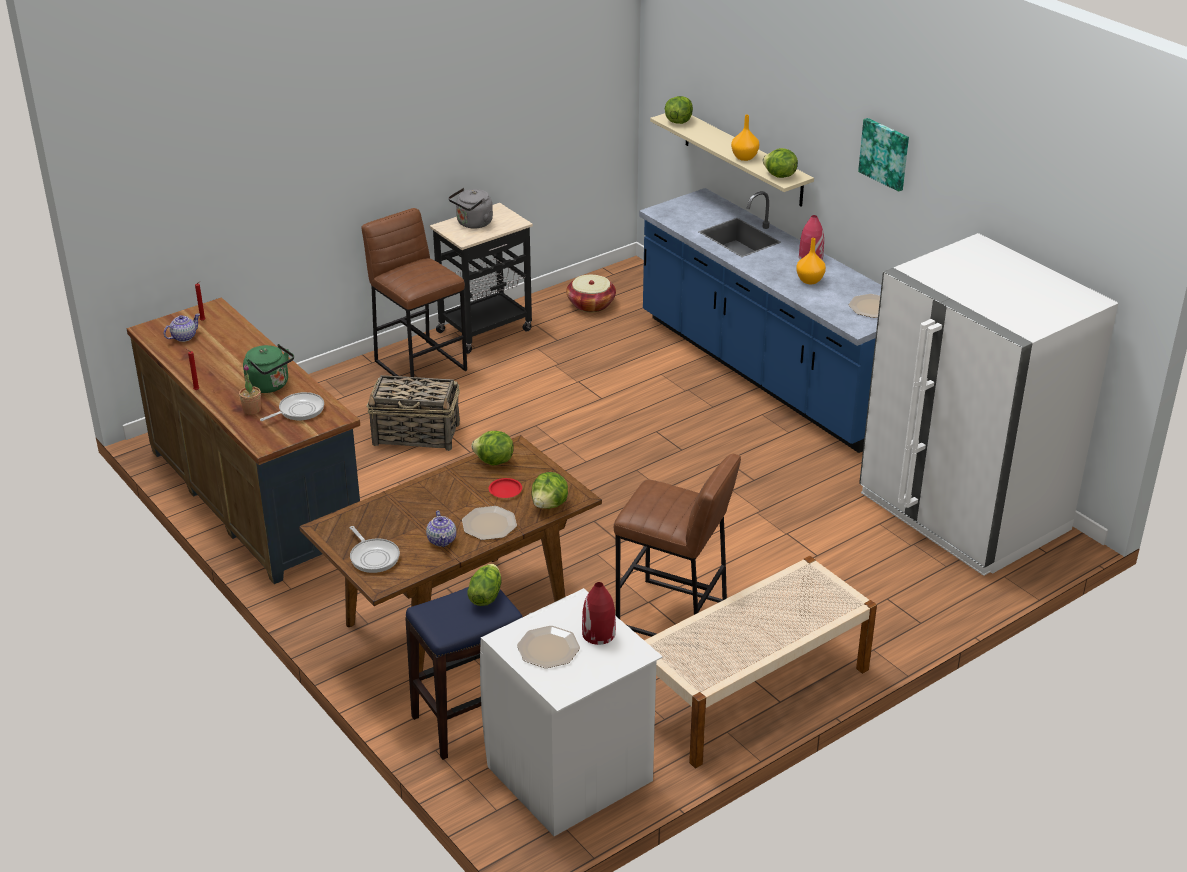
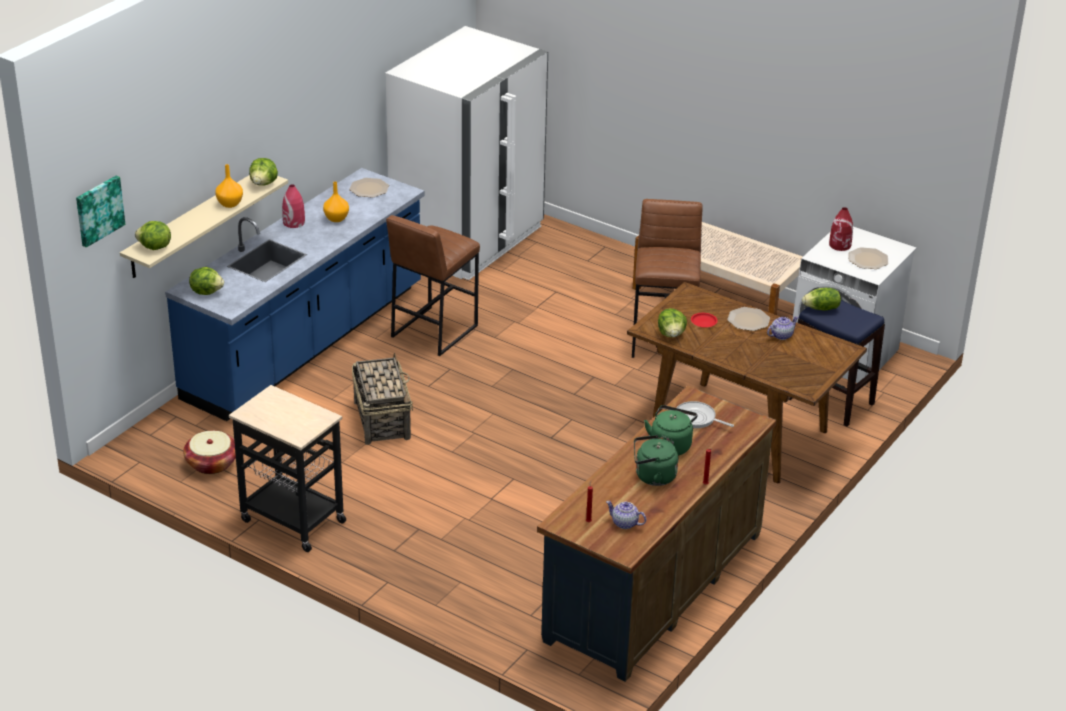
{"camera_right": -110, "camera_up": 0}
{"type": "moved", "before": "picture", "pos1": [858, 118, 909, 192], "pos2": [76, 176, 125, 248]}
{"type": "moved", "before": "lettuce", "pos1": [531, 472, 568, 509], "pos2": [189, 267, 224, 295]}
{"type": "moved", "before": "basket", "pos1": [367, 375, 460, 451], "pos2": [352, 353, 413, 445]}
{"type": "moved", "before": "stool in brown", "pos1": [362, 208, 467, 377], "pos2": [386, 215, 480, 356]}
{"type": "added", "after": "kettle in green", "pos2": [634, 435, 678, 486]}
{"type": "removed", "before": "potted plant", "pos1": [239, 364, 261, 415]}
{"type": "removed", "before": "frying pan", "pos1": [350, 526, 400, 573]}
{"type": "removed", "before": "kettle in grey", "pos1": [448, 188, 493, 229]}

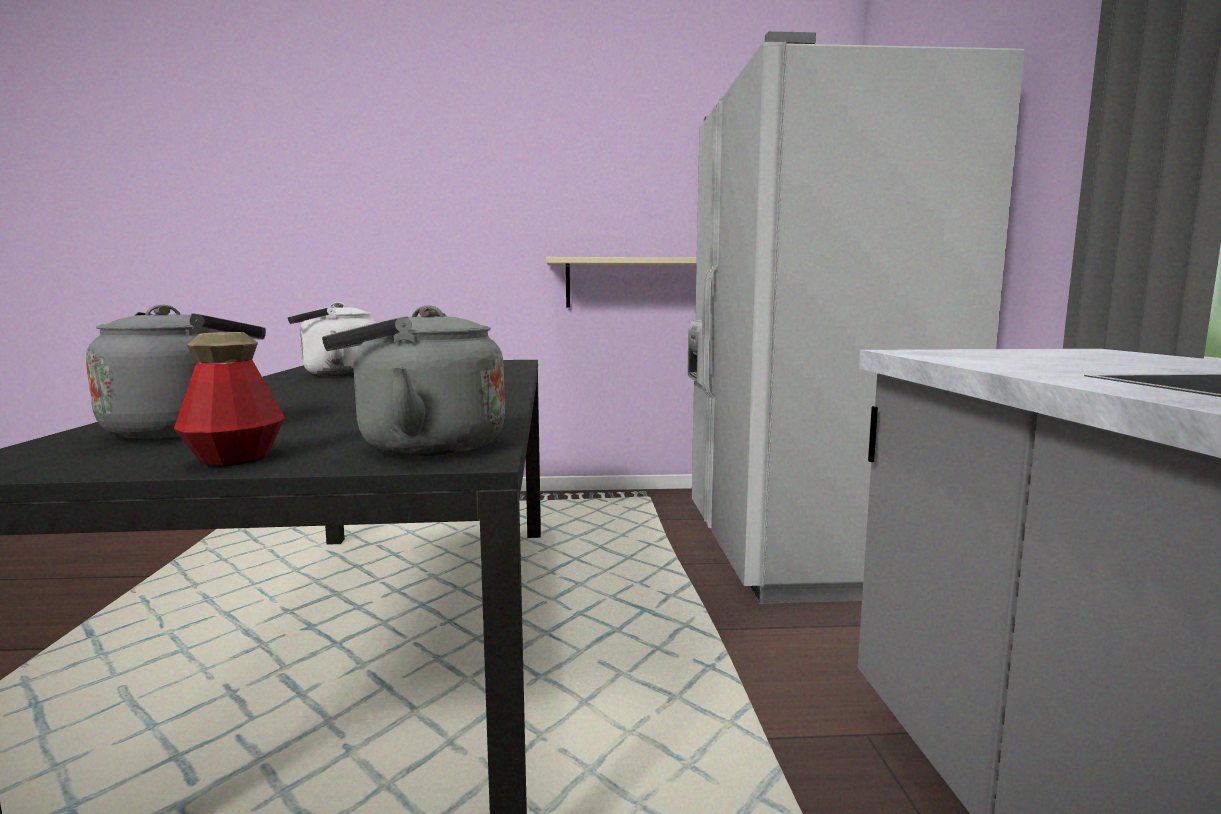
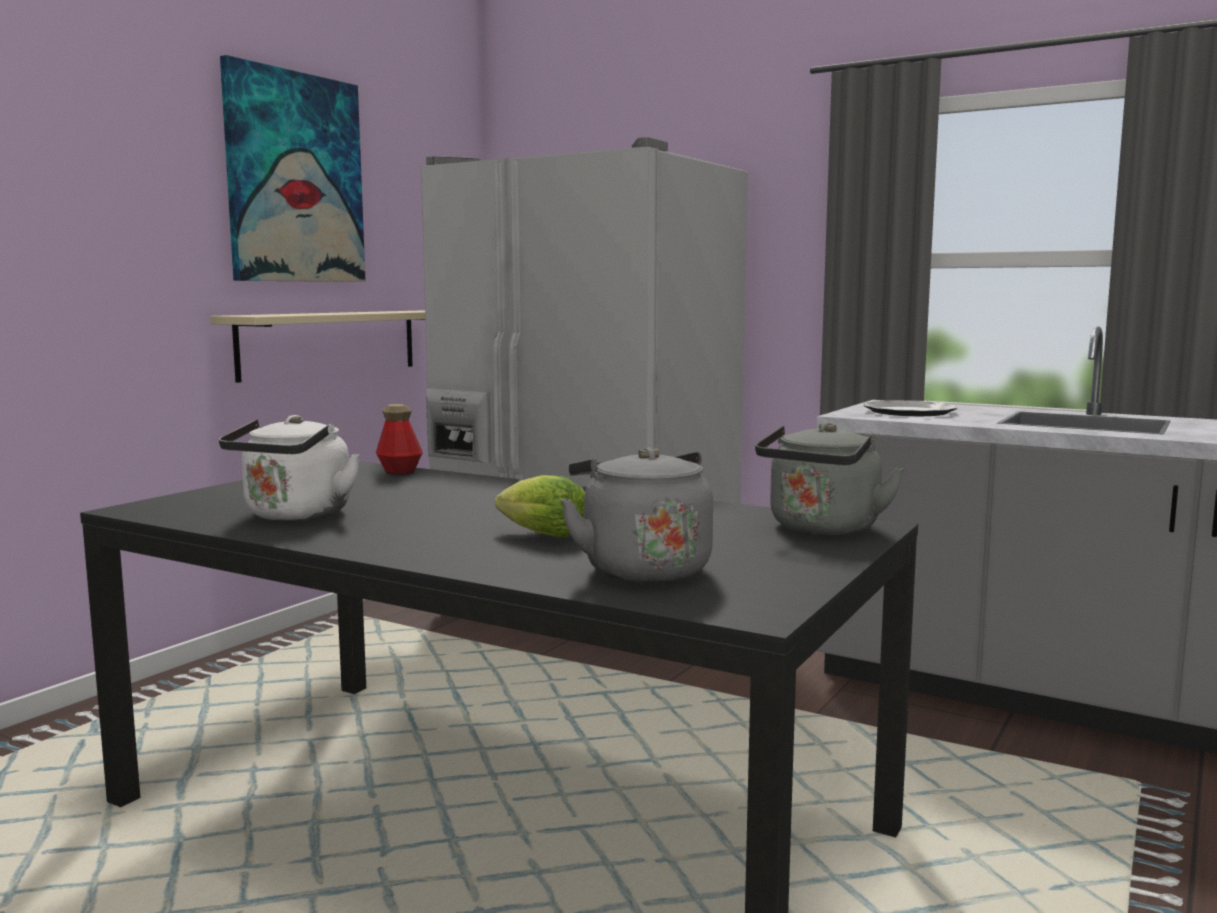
{"camera_right": -55, "camera_up": 0}
{"type": "added", "after": "picture", "pos2": [220, 55, 366, 282]}
{"type": "moved", "before": "bottle", "pos1": [174, 332, 285, 467], "pos2": [376, 404, 423, 475]}
{"type": "added", "after": "lettuce", "pos2": [495, 475, 585, 537]}
{"type": "added", "after": "plate", "pos2": [864, 400, 958, 416]}

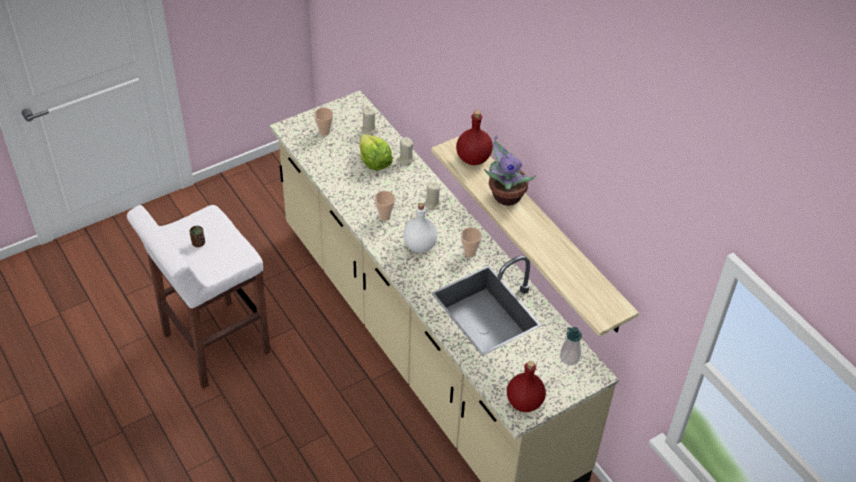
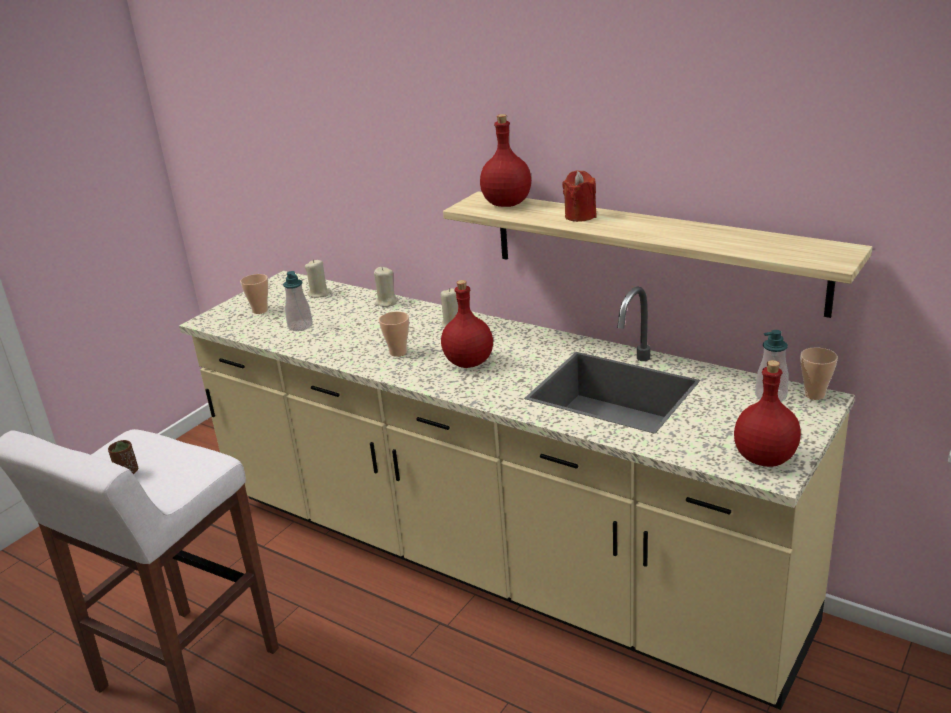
{"camera_right": -20, "camera_up": -20}
{"type": "added", "after": "soap dispenser", "pos2": [283, 271, 313, 331]}
{"type": "recoloured", "before": "bottle in white", "after": "bottle in red", "pos1": [403, 203, 437, 253], "pos2": [441, 280, 493, 368]}
{"type": "replaced", "before": "potted plant", "after": "candle in red", "pos1": [484, 136, 536, 206], "pos2": [562, 170, 597, 222]}
{"type": "moved", "before": "cup", "pos1": [461, 227, 482, 257], "pos2": [800, 347, 838, 400]}
{"type": "removed", "before": "lettuce", "pos1": [359, 134, 393, 170]}

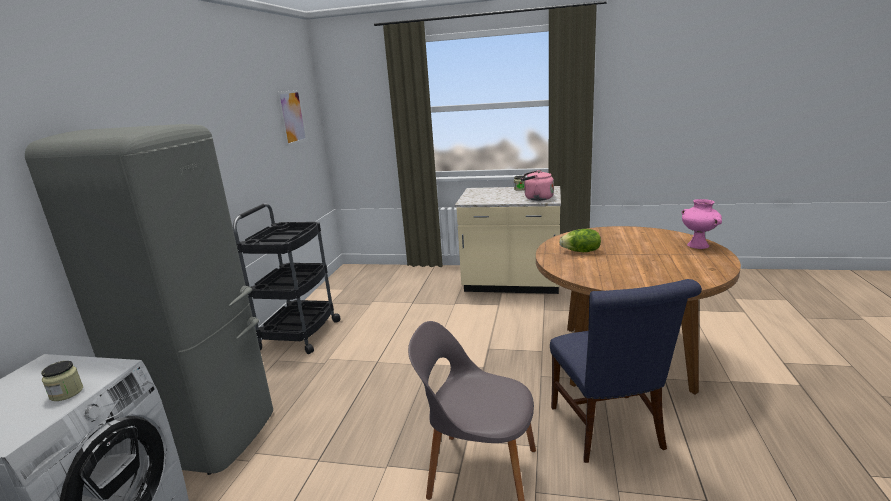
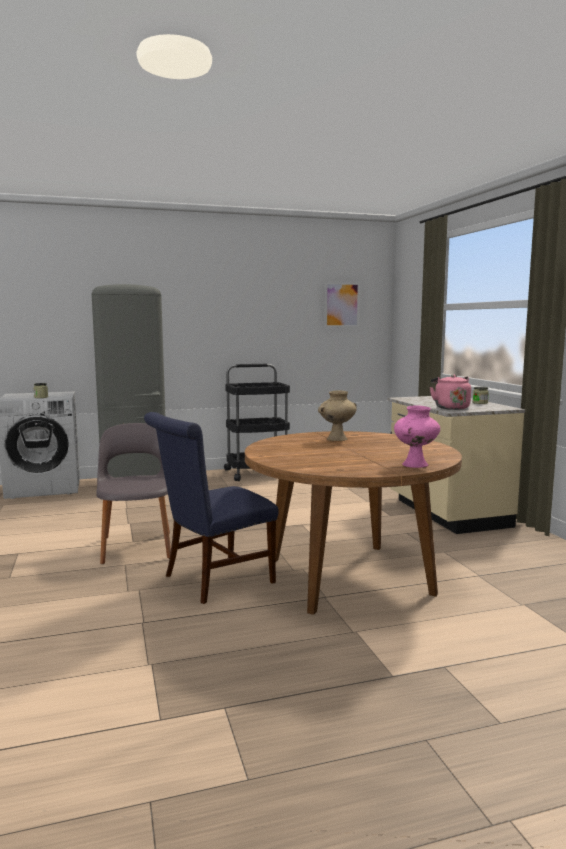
{"camera_right": 60, "camera_up": -10}
{"type": "replaced", "before": "lettuce", "after": "vase in beige", "pos1": [559, 229, 601, 252], "pos2": [318, 391, 357, 441]}

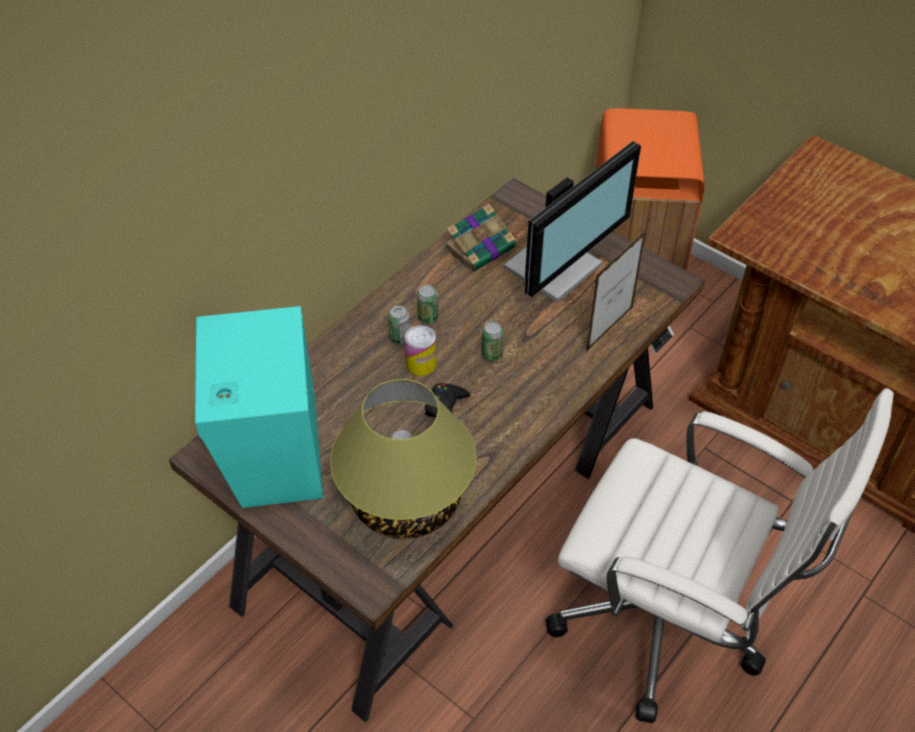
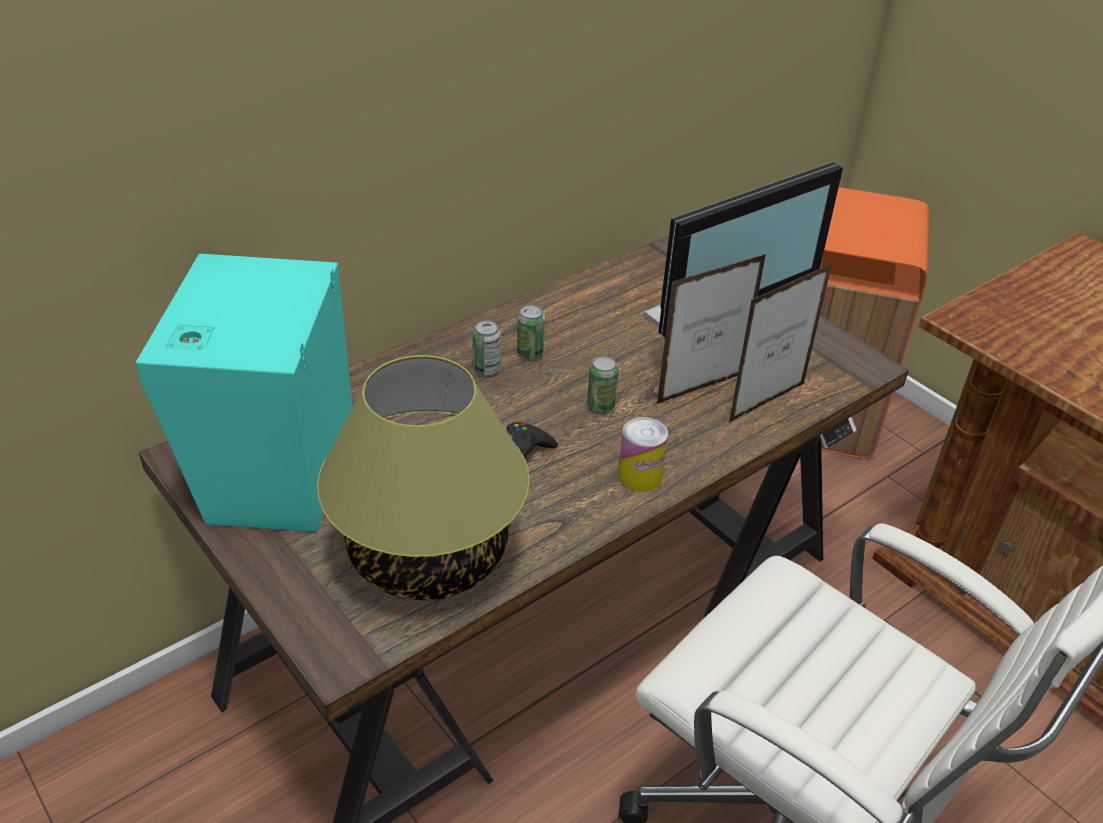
{"camera_right": 10, "camera_up": -10}
{"type": "moved", "before": "can", "pos1": [404, 325, 437, 376], "pos2": [618, 417, 668, 492]}
{"type": "added", "after": "picture frame", "pos2": [657, 254, 766, 404]}
{"type": "removed", "before": "book", "pos1": [444, 204, 518, 272]}

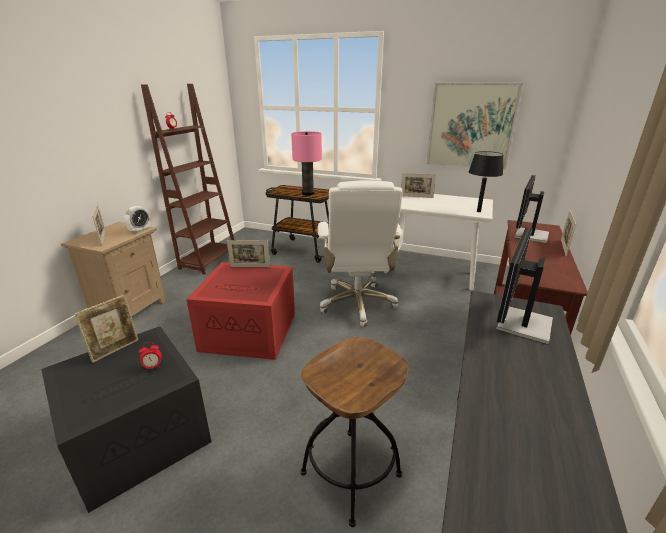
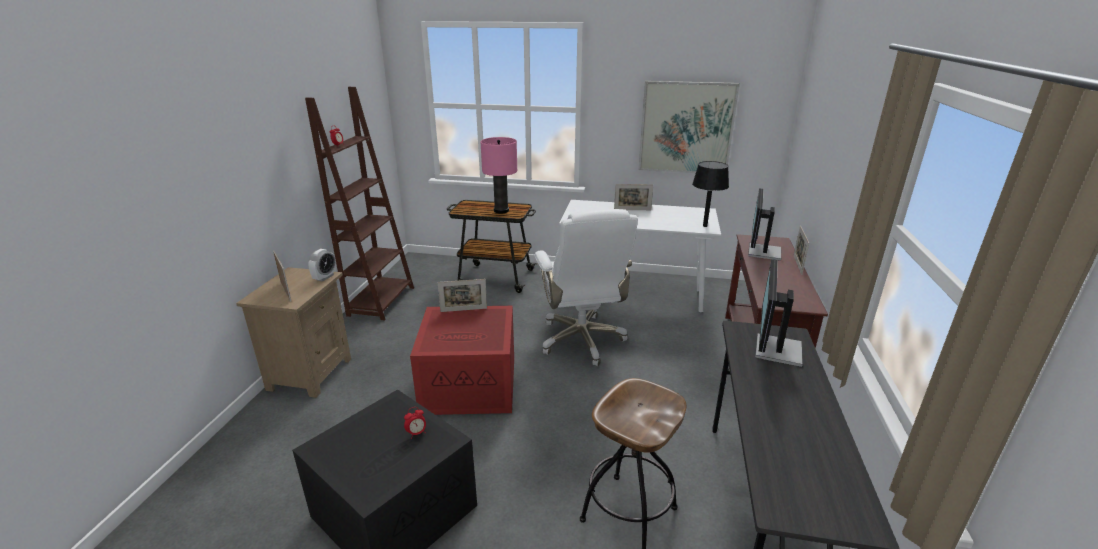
{"camera_right": -10, "camera_up": 0}
{"type": "removed", "before": "picture frame", "pos1": [75, 294, 138, 363]}

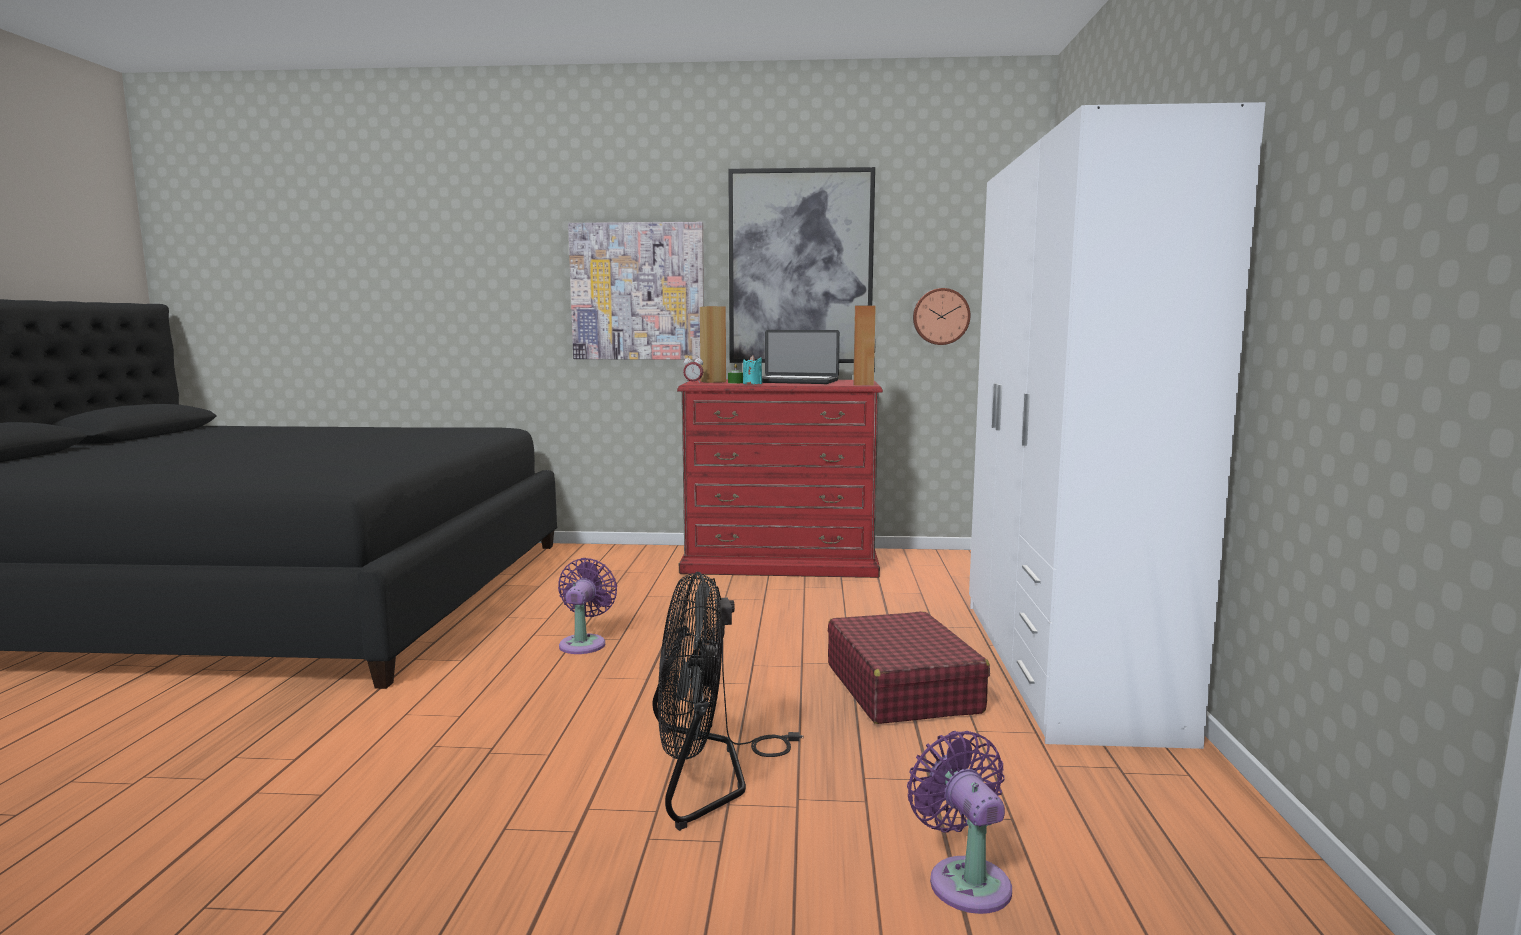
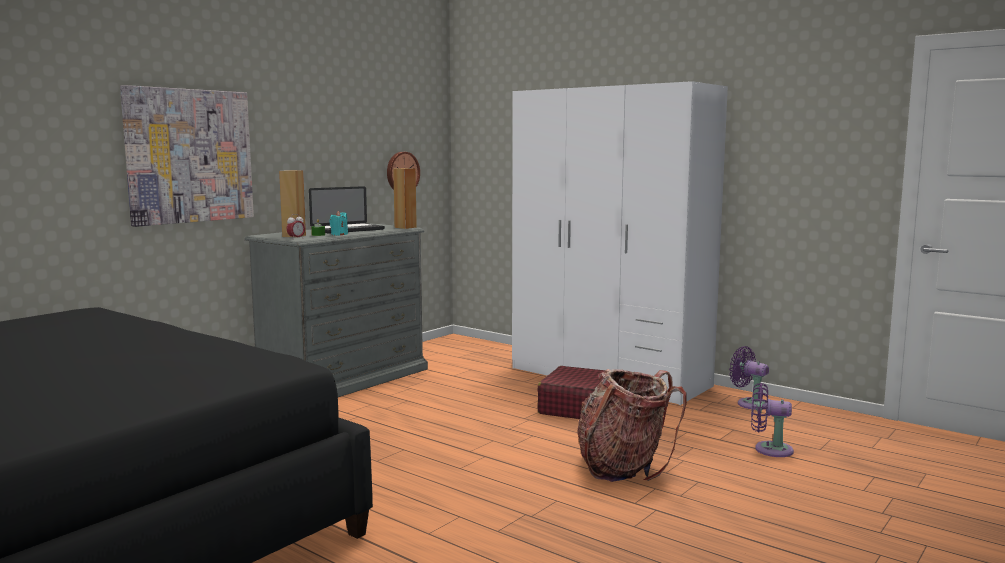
{"camera_right": -55, "camera_up": 0}
{"type": "recoloured", "before": "dresser in red", "after": "dresser in grey", "pos1": [677, 379, 883, 578], "pos2": [245, 223, 428, 397]}
{"type": "replaced", "before": "fan in black", "after": "backpack", "pos1": [653, 572, 804, 831], "pos2": [577, 369, 687, 482]}
{"type": "moved", "before": "fan in purple", "pos1": [558, 558, 617, 654], "pos2": [729, 346, 769, 410]}
{"type": "removed", "before": "picture", "pos1": [728, 167, 875, 363]}

